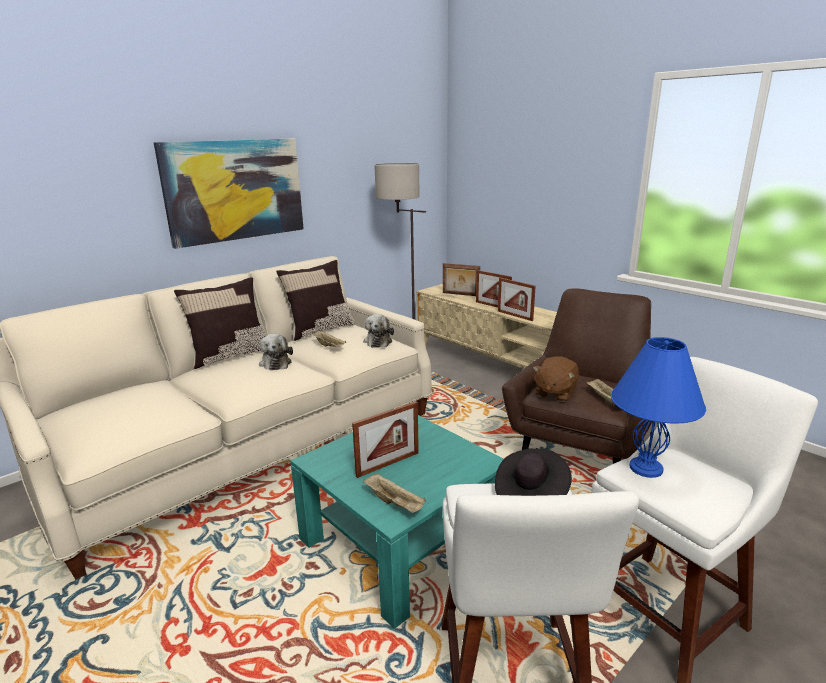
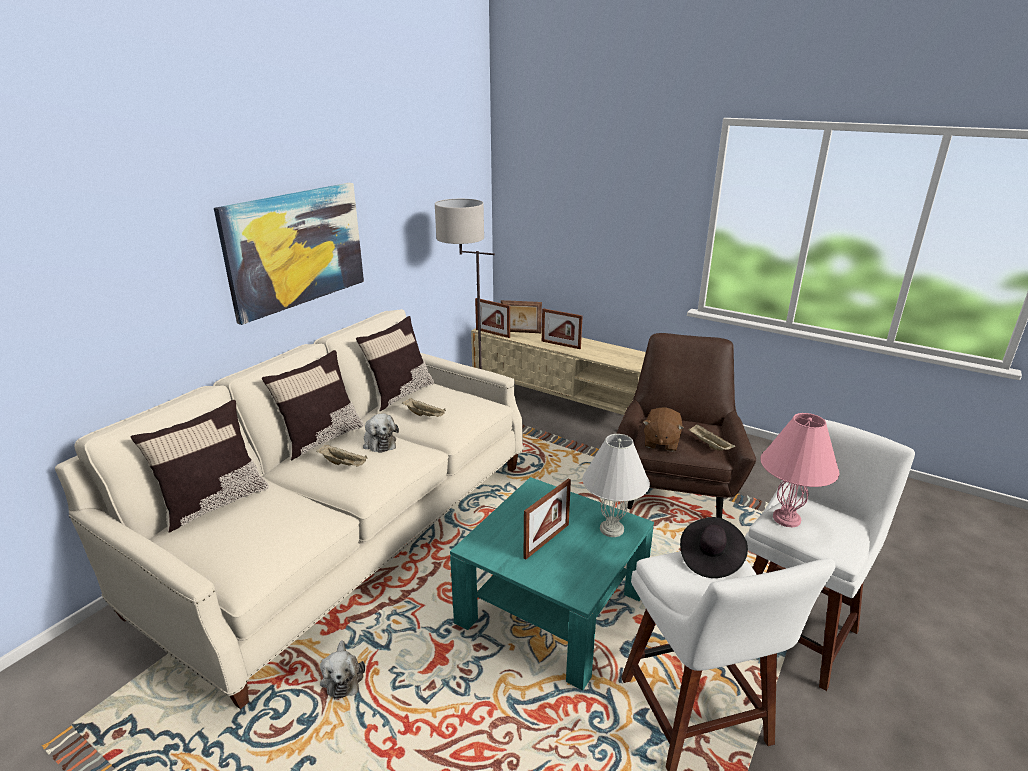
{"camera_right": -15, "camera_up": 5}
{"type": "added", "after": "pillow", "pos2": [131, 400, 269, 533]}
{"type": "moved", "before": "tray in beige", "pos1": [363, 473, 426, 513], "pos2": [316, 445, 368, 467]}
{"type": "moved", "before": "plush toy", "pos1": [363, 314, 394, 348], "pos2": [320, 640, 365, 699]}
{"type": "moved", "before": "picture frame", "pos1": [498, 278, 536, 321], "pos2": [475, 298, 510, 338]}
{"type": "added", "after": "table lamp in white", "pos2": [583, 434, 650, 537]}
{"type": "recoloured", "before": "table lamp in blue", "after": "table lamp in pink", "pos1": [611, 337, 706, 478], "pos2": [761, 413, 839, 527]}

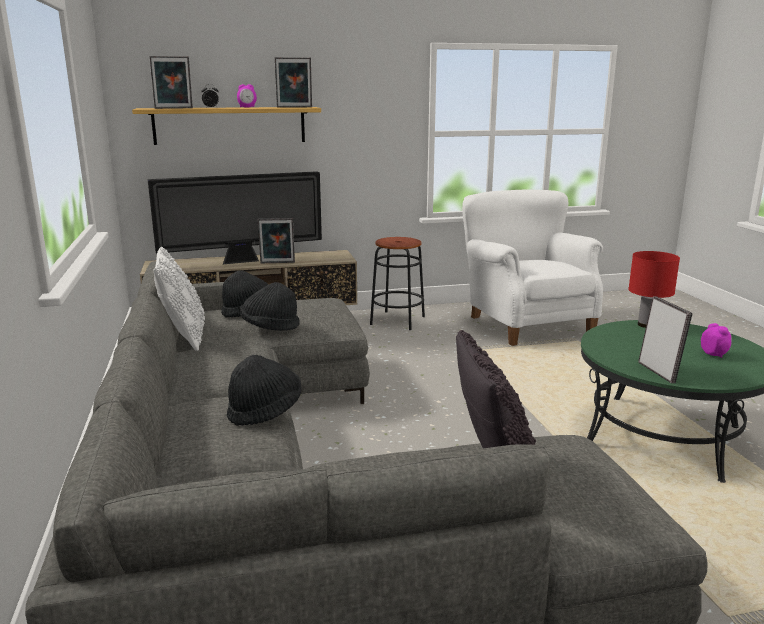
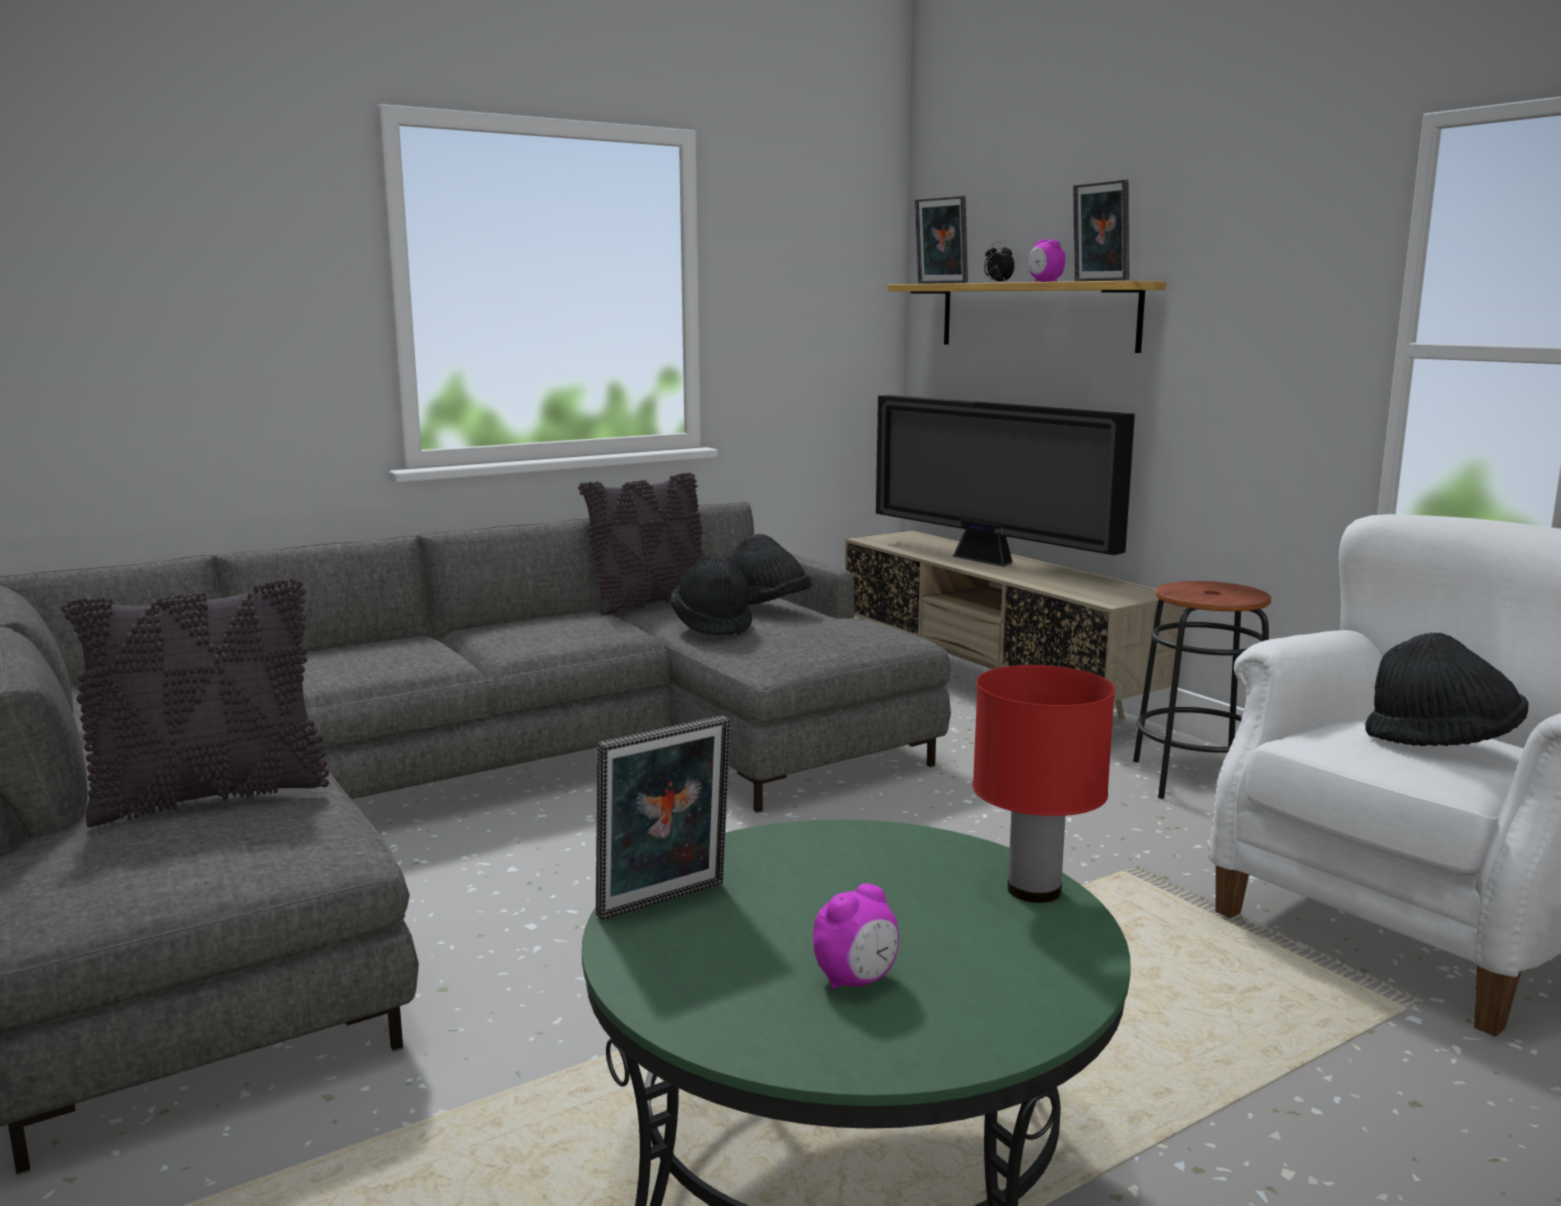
{"camera_right": 70, "camera_up": -5}
{"type": "recoloured", "before": "pillow in white", "after": "pillow in black", "pos1": [154, 247, 205, 351], "pos2": [578, 473, 704, 615]}
{"type": "moved", "before": "hat in black", "pos1": [227, 355, 302, 426], "pos2": [1365, 633, 1529, 746]}
{"type": "removed", "before": "picture frame", "pos1": [258, 218, 295, 263]}

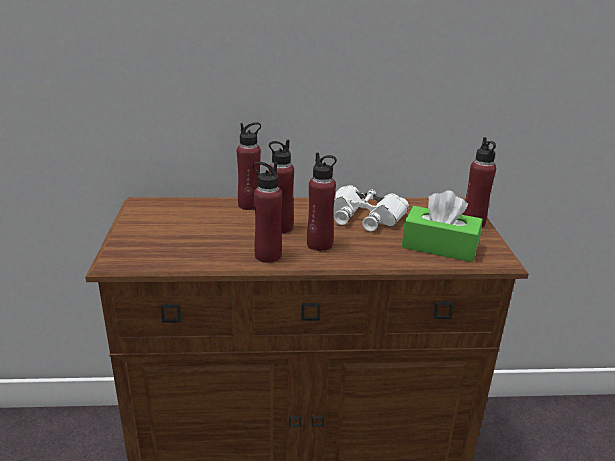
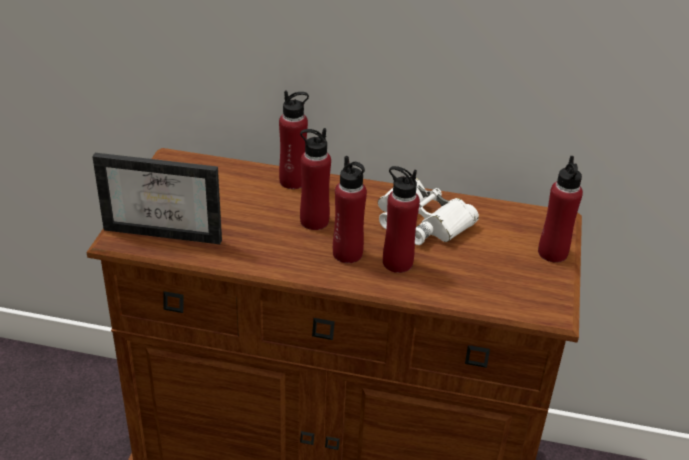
{"camera_right": 15, "camera_up": 10}
{"type": "added", "after": "picture frame", "pos2": [92, 153, 222, 244]}
{"type": "moved", "before": "bottle in red", "pos1": [253, 162, 282, 263], "pos2": [383, 166, 420, 273]}
{"type": "removed", "before": "tissue box in green", "pos1": [402, 191, 483, 262]}

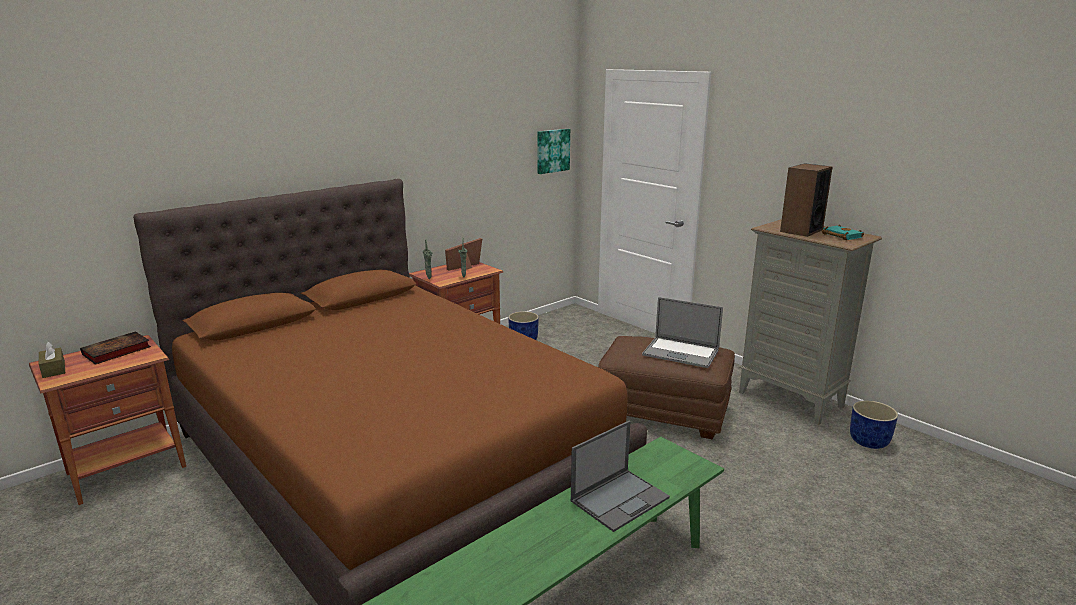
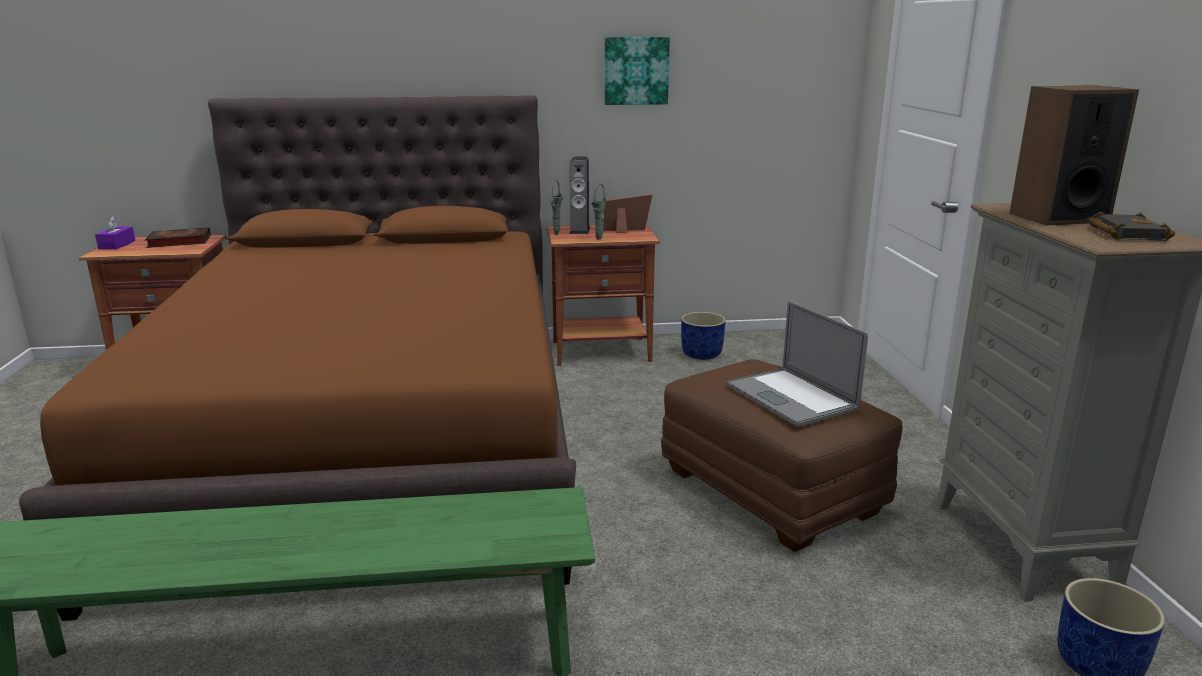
{"camera_right": 35, "camera_up": 0}
{"type": "recoloured", "before": "tissue box in brown", "after": "tissue box in purple", "pos1": [39, 341, 65, 378], "pos2": [95, 215, 135, 250]}
{"type": "added", "after": "speaker", "pos2": [569, 156, 590, 234]}
{"type": "moved", "before": "picture", "pos1": [537, 129, 570, 174], "pos2": [604, 37, 670, 105]}
{"type": "recoloured", "before": "book in turquoise", "after": "book in black", "pos1": [822, 225, 864, 240], "pos2": [1087, 212, 1175, 241]}
{"type": "removed", "before": "laptop", "pos1": [571, 421, 670, 532]}

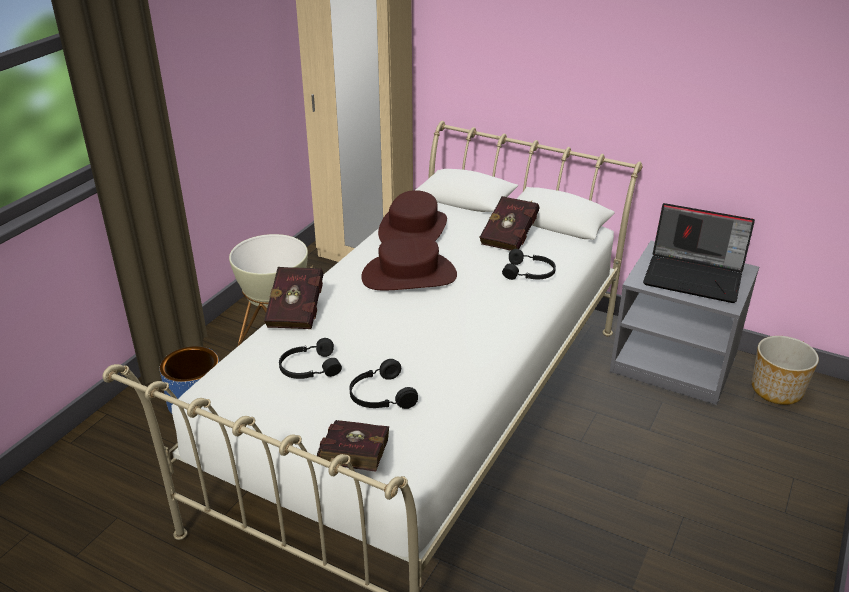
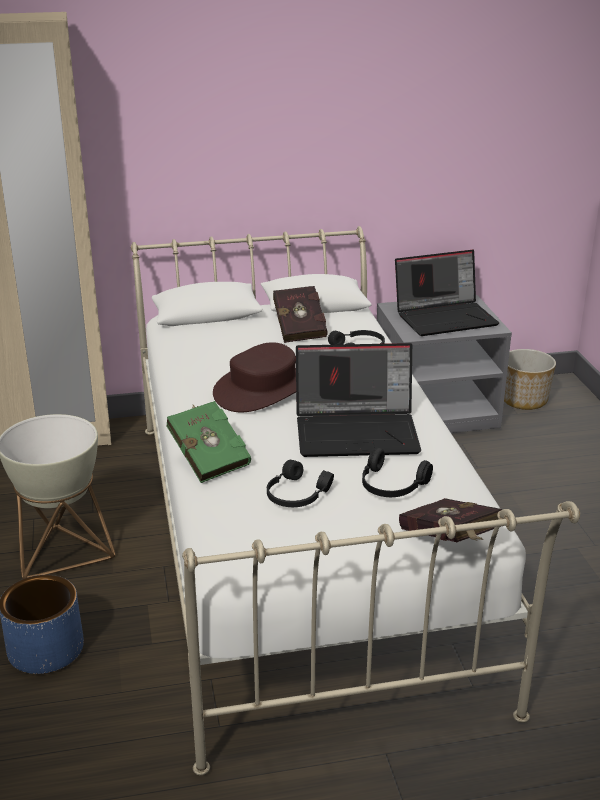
{"camera_right": -40, "camera_up": -5}
{"type": "recoloured", "before": "book in red", "after": "book in green", "pos1": [264, 265, 324, 329], "pos2": [166, 401, 251, 483]}
{"type": "added", "after": "laptop", "pos2": [296, 343, 421, 457]}
{"type": "removed", "before": "hat in brown", "pos1": [378, 190, 447, 242]}

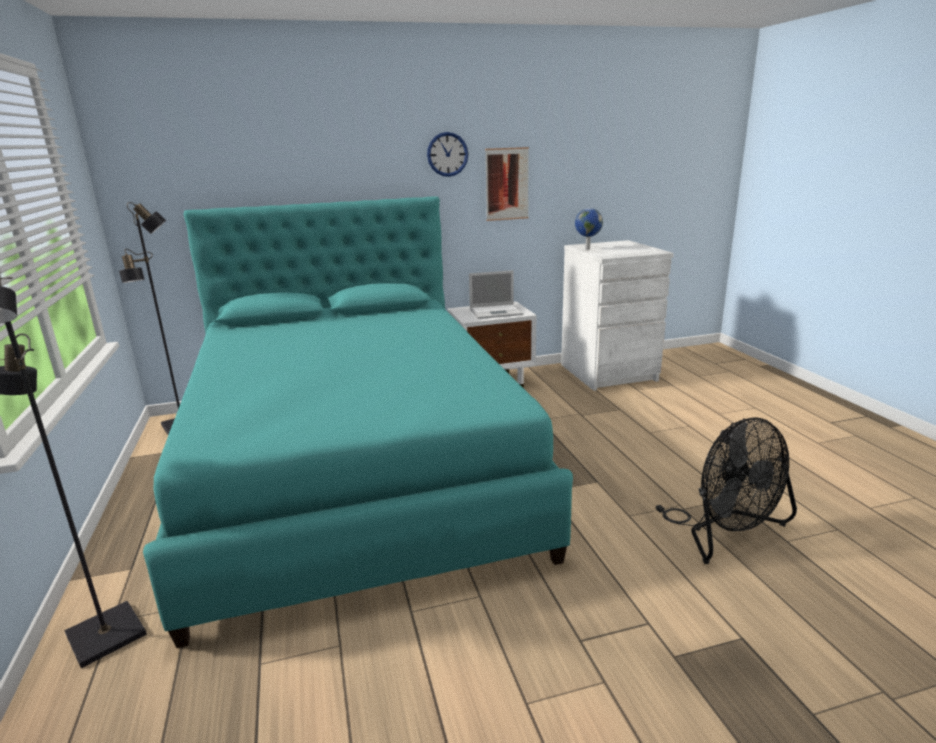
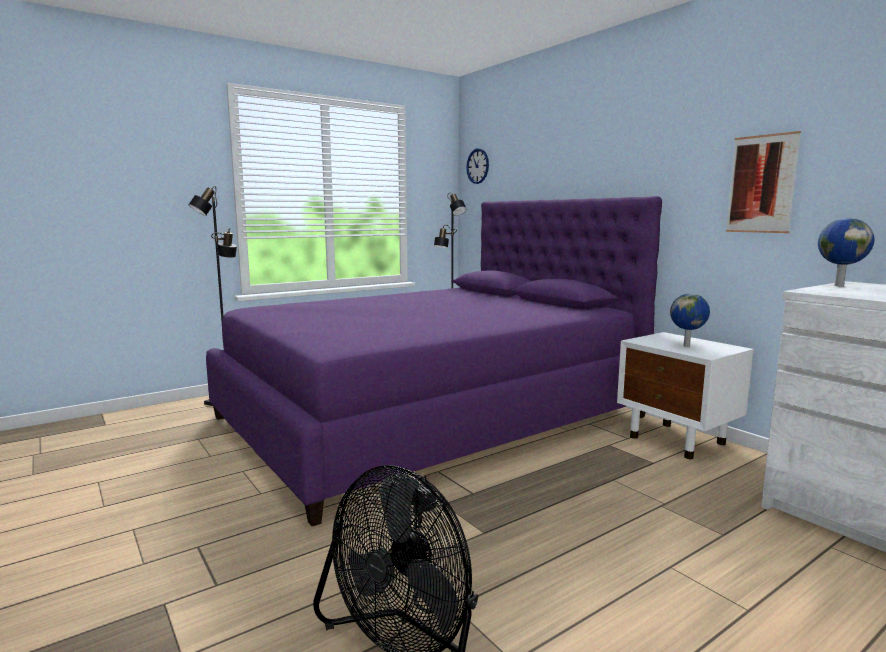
{"camera_right": 70, "camera_up": -10}
{"type": "recoloured", "before": "bed in turquoise", "after": "bed in purple", "pos1": [143, 196, 573, 648], "pos2": [206, 196, 662, 526]}
{"type": "moved", "before": "wall clock", "pos1": [427, 132, 468, 177], "pos2": [466, 148, 489, 184]}
{"type": "replaced", "before": "laptop", "after": "globe", "pos1": [469, 270, 523, 319], "pos2": [670, 293, 710, 347]}

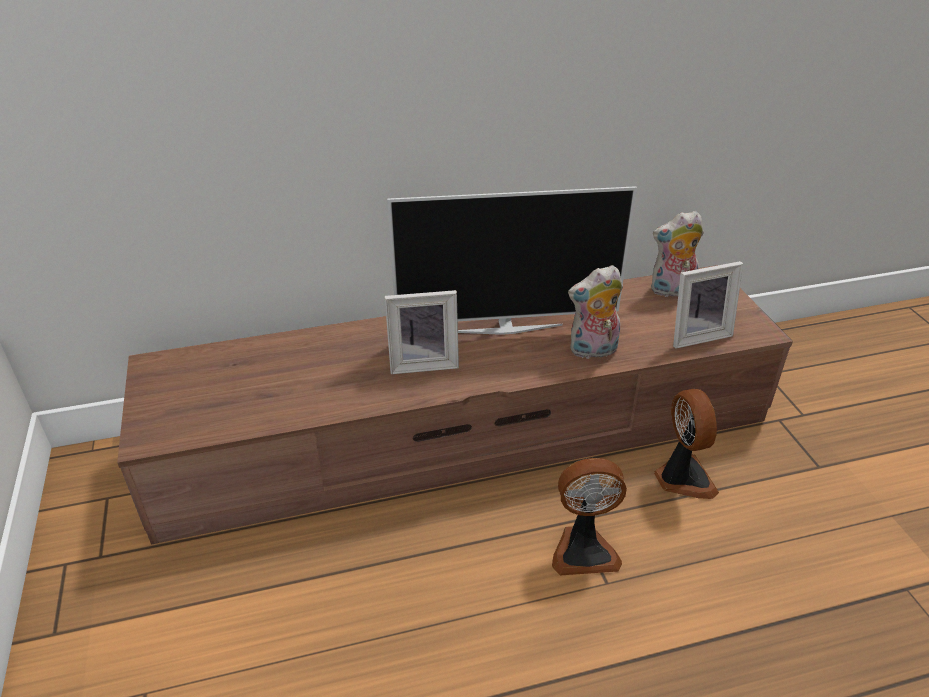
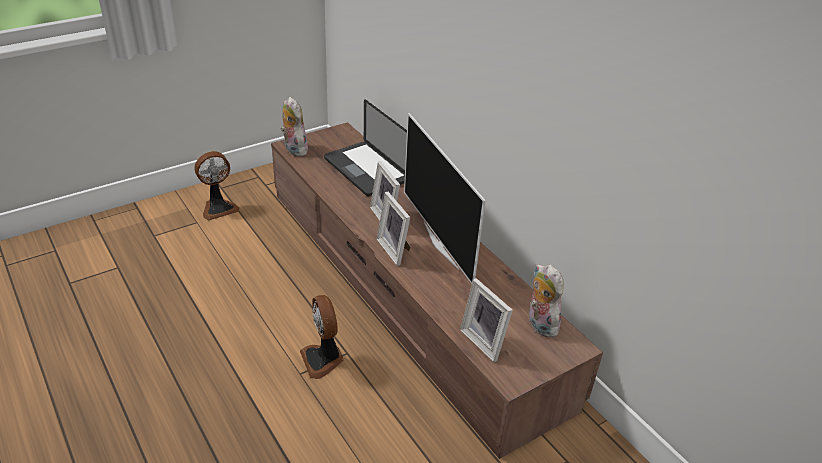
{"camera_right": 70, "camera_up": 0}
{"type": "moved", "before": "fan", "pos1": [654, 389, 719, 499], "pos2": [194, 151, 240, 220]}
{"type": "moved", "before": "plush toy", "pos1": [568, 265, 623, 359], "pos2": [281, 97, 308, 156]}
{"type": "added", "after": "laptop", "pos2": [324, 99, 407, 196]}
{"type": "added", "after": "picture frame", "pos2": [377, 192, 411, 266]}

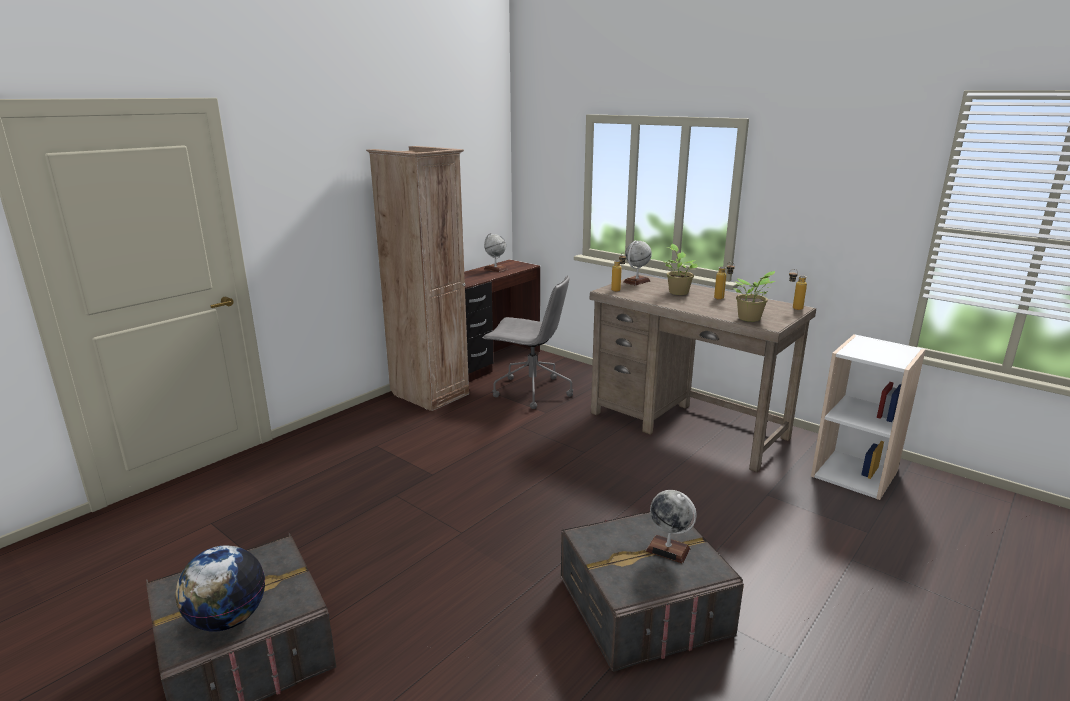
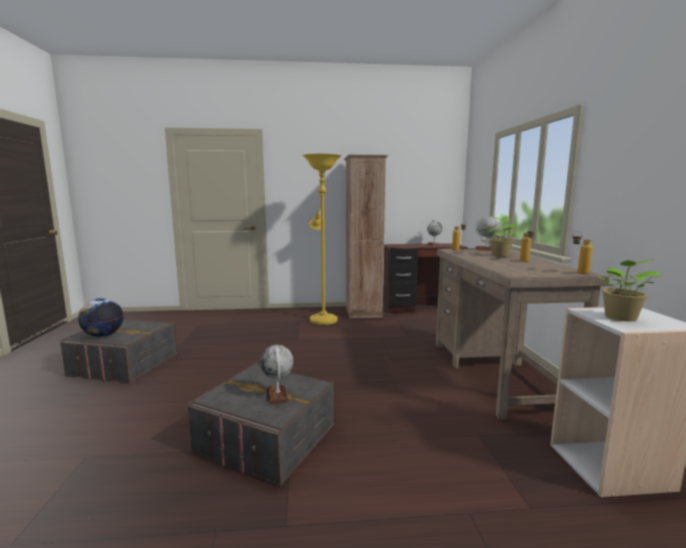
{"camera_right": 45, "camera_up": -10}
{"type": "added", "after": "floor lamp in yellow", "pos2": [302, 154, 341, 325]}
{"type": "moved", "before": "potted plant", "pos1": [733, 271, 775, 322], "pos2": [597, 259, 662, 322]}
{"type": "removed", "before": "office chair in grey", "pos1": [482, 275, 573, 409]}

